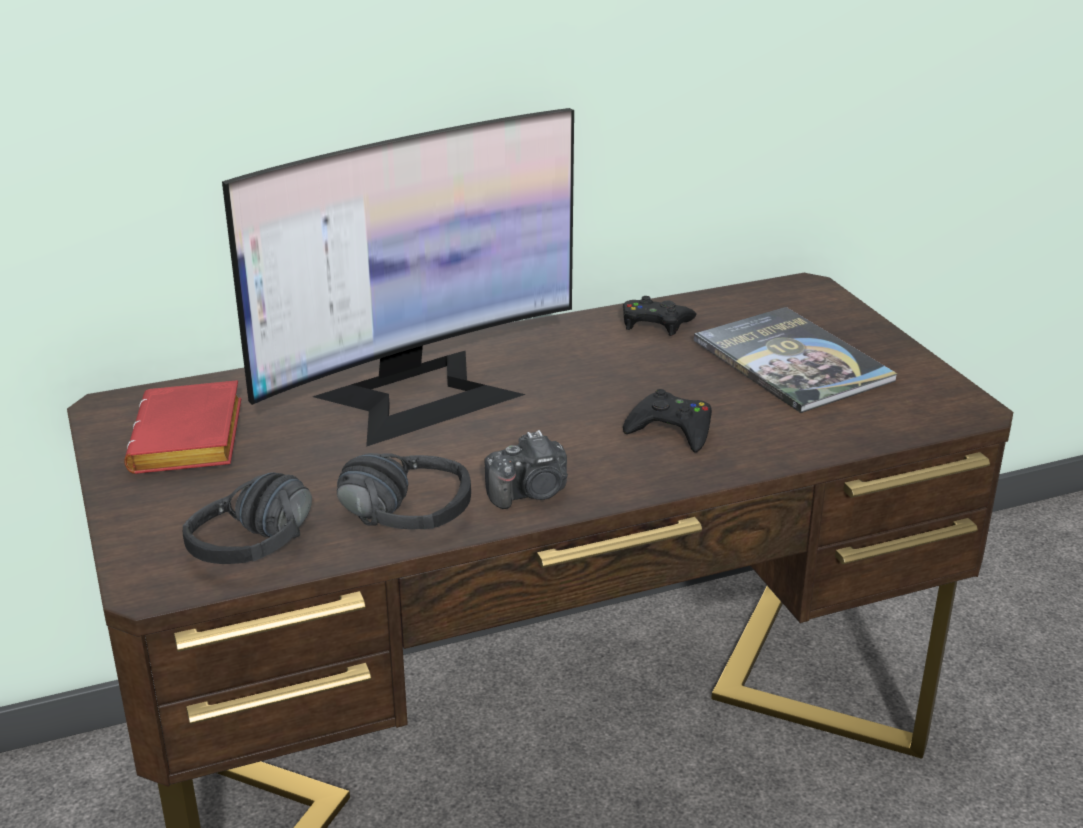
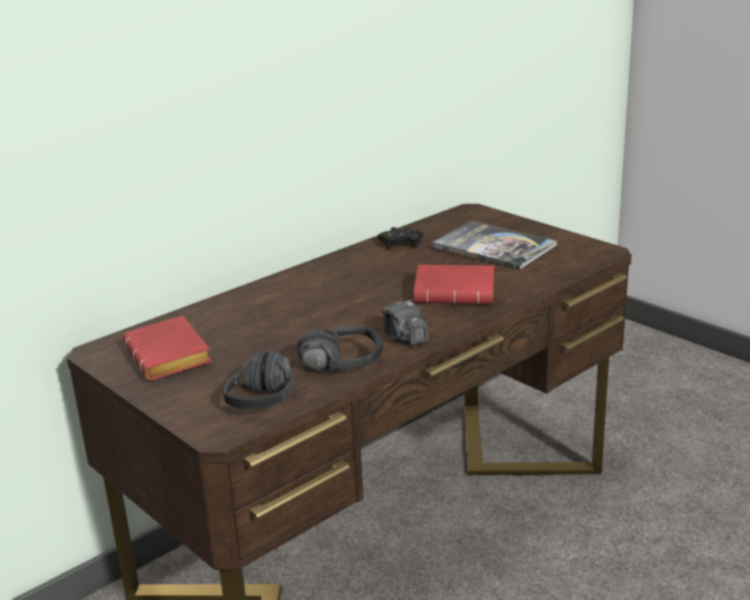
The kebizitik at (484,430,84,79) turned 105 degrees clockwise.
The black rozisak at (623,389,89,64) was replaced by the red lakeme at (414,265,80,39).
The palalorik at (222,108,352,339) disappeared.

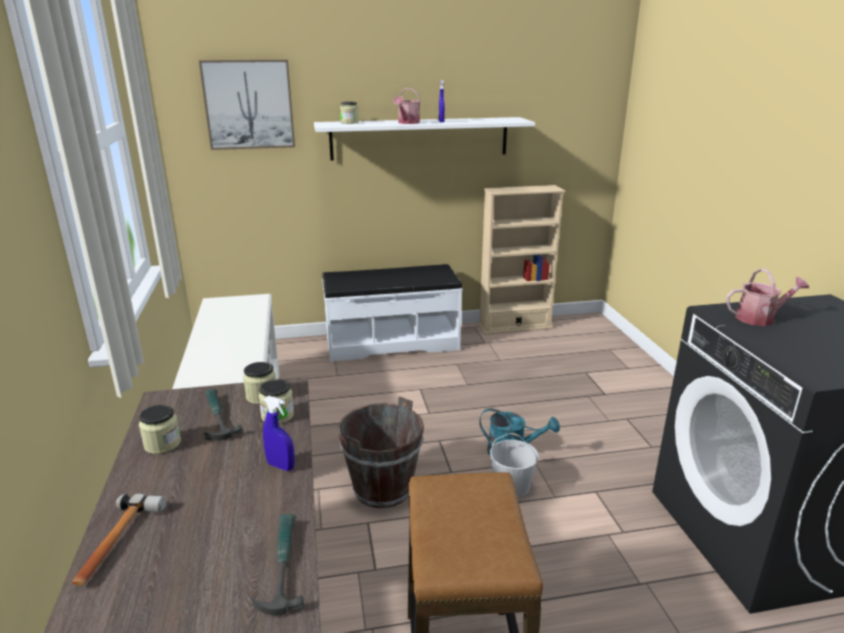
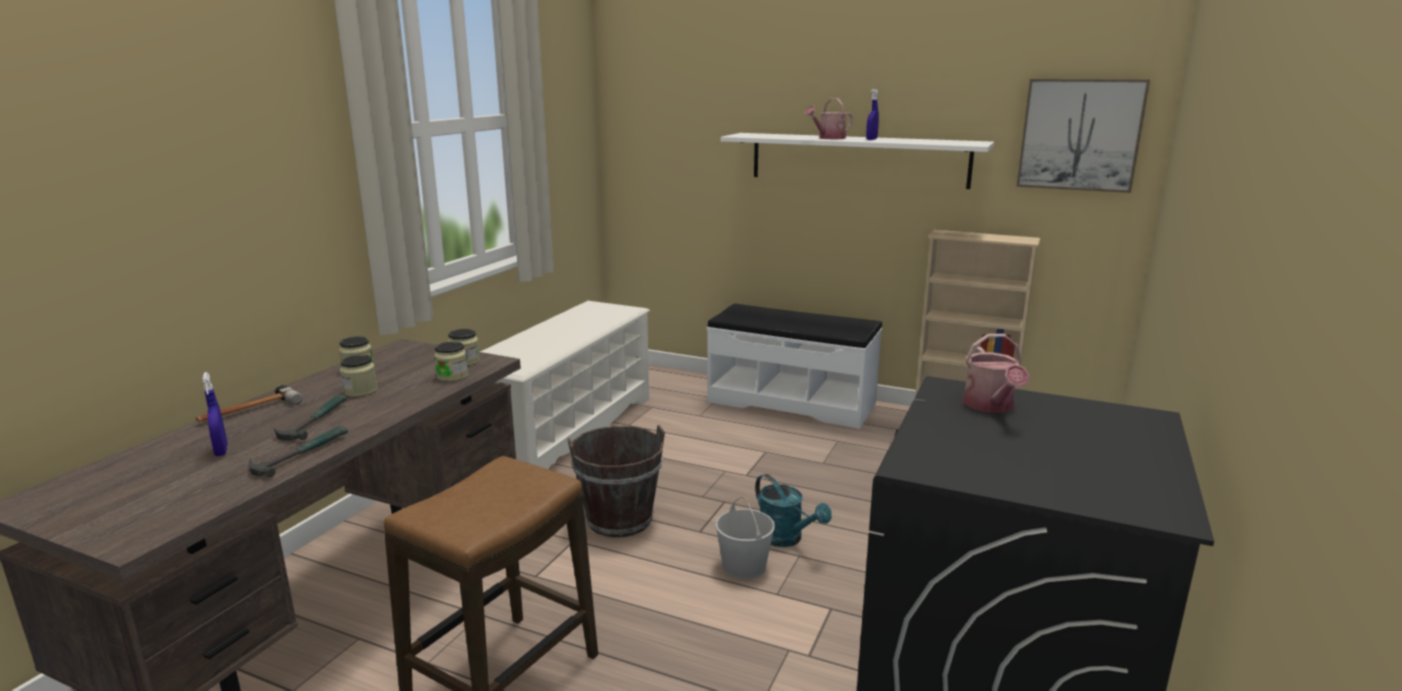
The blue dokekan moved from (263,396,32,75) to (202,372,26,84).
The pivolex moved from (204,389,39,52) to (274,395,73,46).
The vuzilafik moved from (340,102,19,22) to (340,355,38,42).
The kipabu at (726,268,83,58) turned 60 degrees clockwise.
The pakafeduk moved from (199,60,96,90) to (1016,79,134,114).

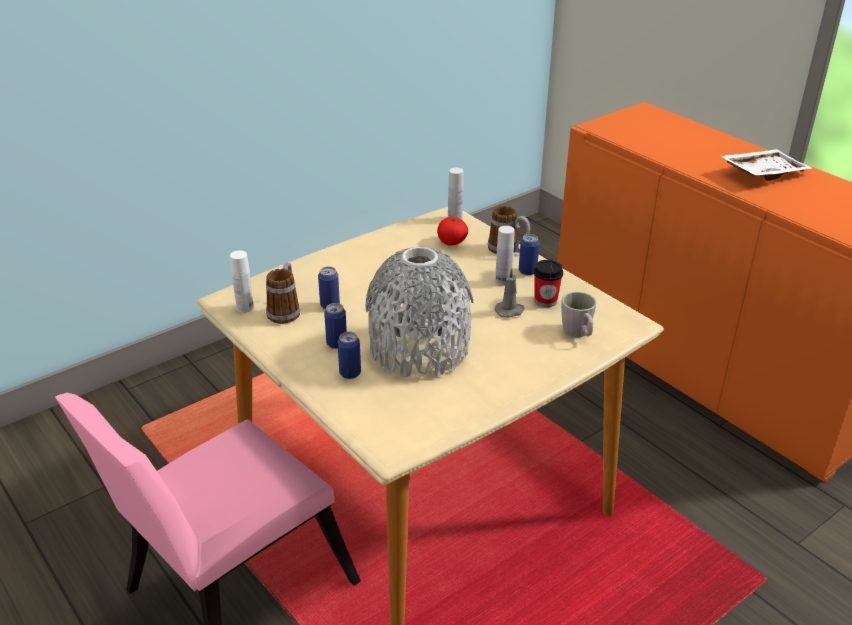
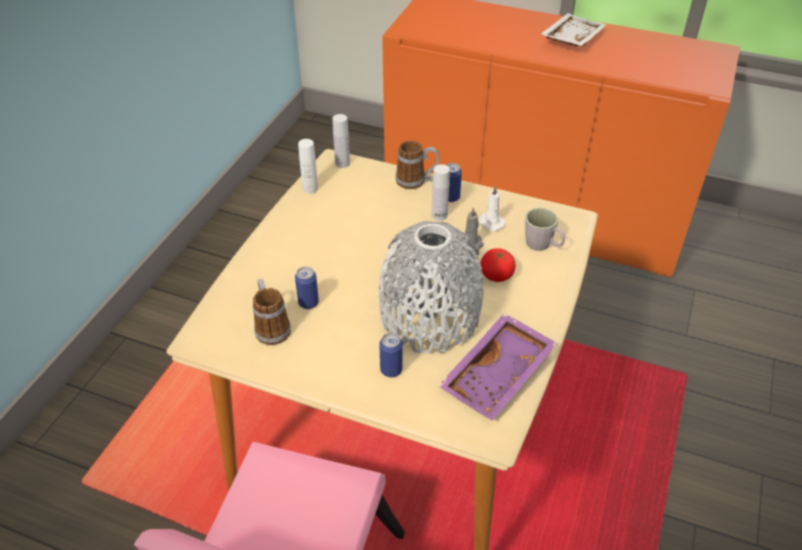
The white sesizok moved from (230,250,24,63) to (298,139,20,55).
The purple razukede at (438,313,120,108) appeared.
The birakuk at (534,260,29,47) was replaced by the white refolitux at (479,185,26,46).
The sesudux moved from (437,217,31,29) to (480,248,36,34).
The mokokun at (324,303,23,46) disappeared.

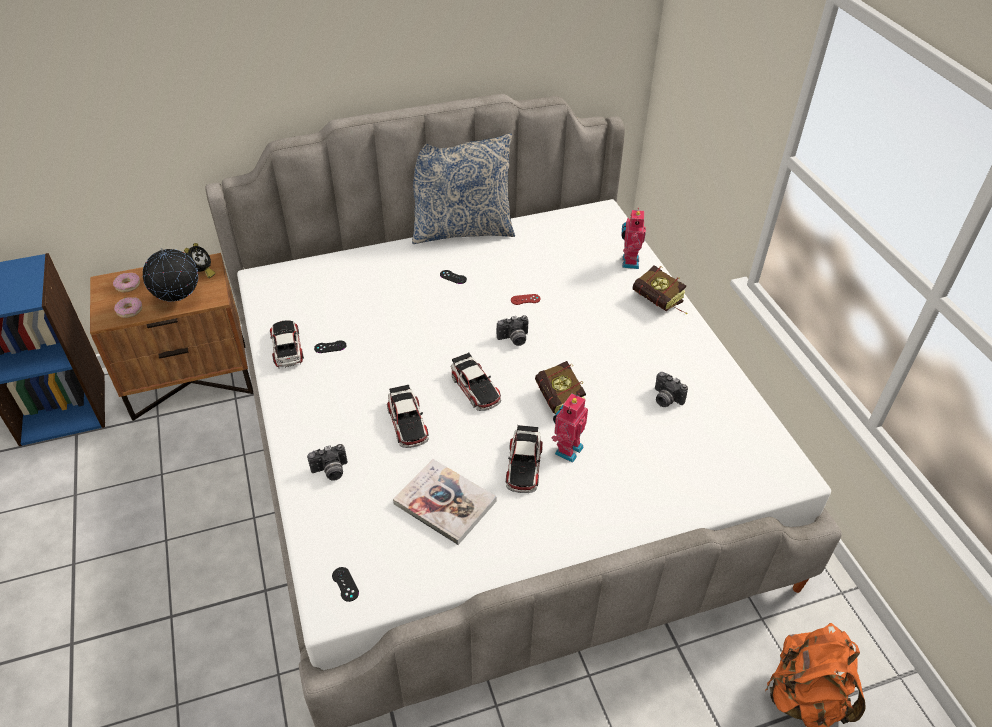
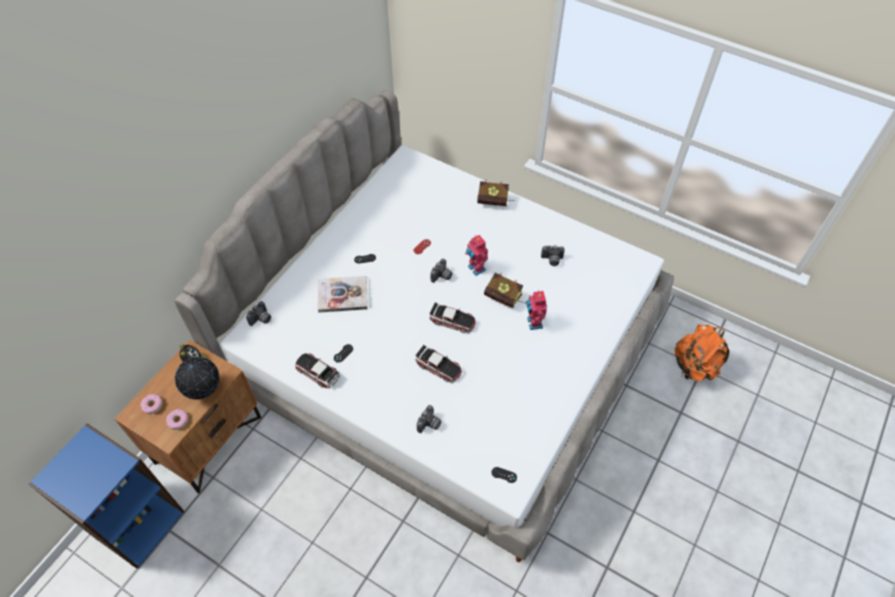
The kebizitik at (246,301,25,25) appeared.
The lakeme moved from (393,459,104,86) to (318,276,50,37).
The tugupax moved from (621,208,25,61) to (465,235,23,41).
The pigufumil at (412,133,103,111) disappeared.
The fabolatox at (506,425,37,68) disappeared.

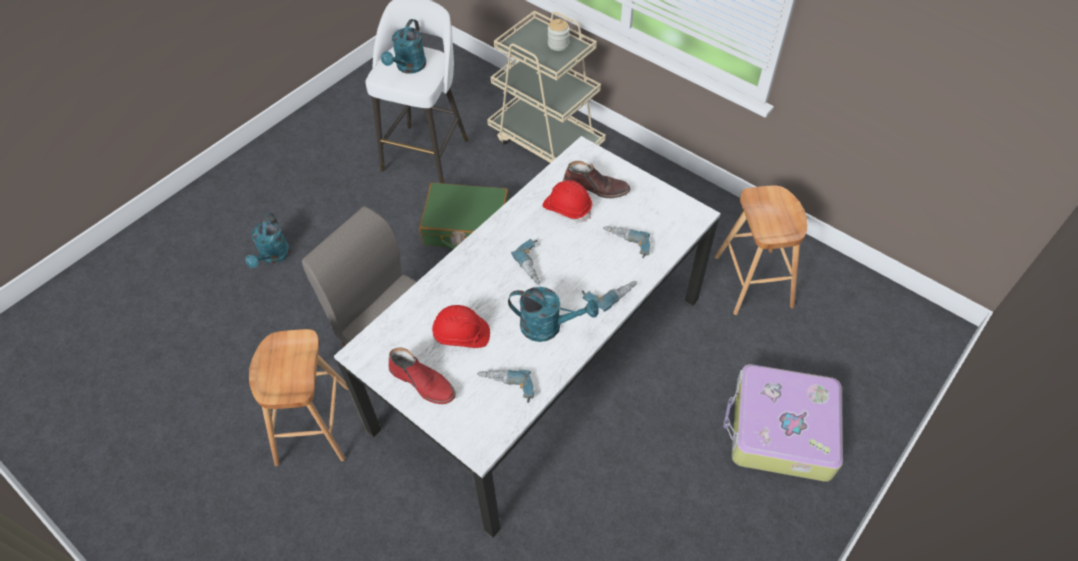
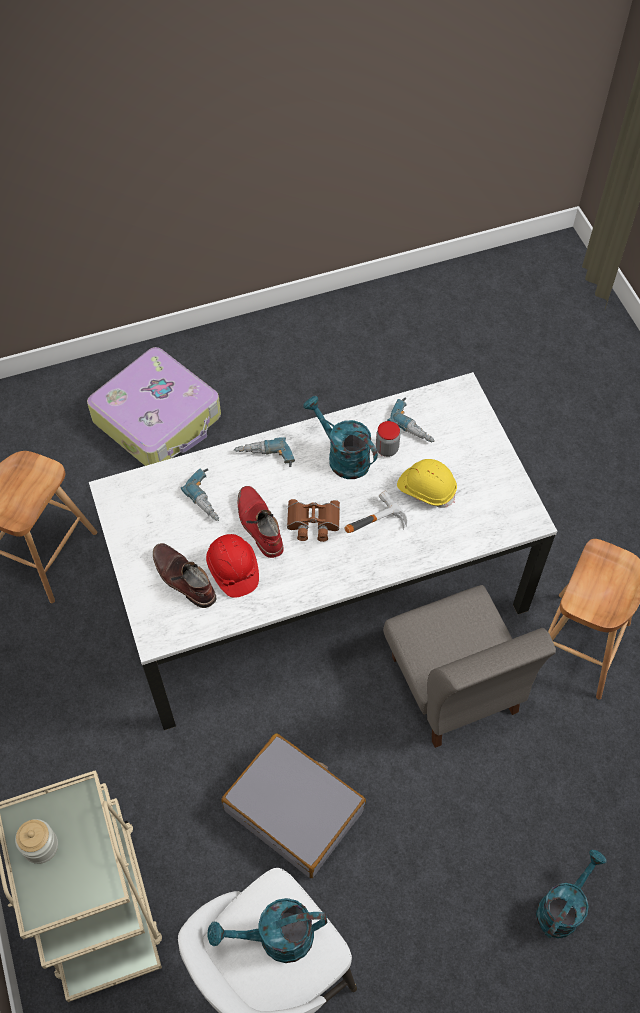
The turquoise kipabu at (381,19,45,55) turned 150 degrees counterclockwise.
The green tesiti at (419,182,90,68) became the grey tesiti at (221,733,145,145).
The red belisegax moved from (389,347,67,57) to (238,486,46,72).
The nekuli at (511,239,29,46) was replaced by the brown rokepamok at (287,499,53,43).
The pivolex at (344,491,64,42) appeared.
The vuzilafik at (376,421,24,36) appeared.
The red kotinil at (432,305,58,43) became the yellow kotinil at (397,459,60,49).

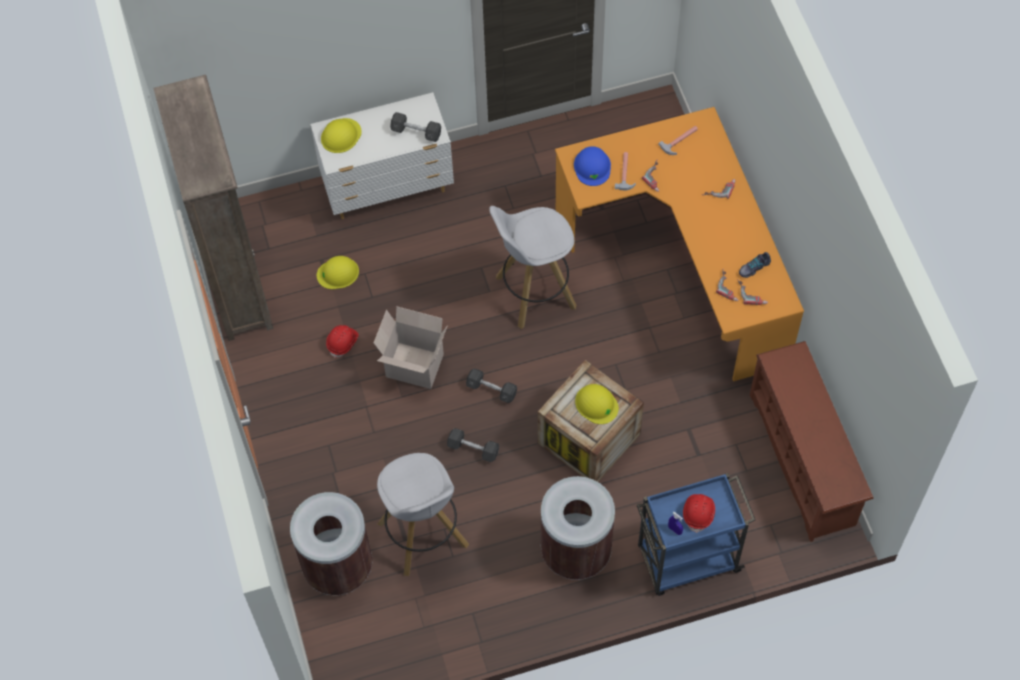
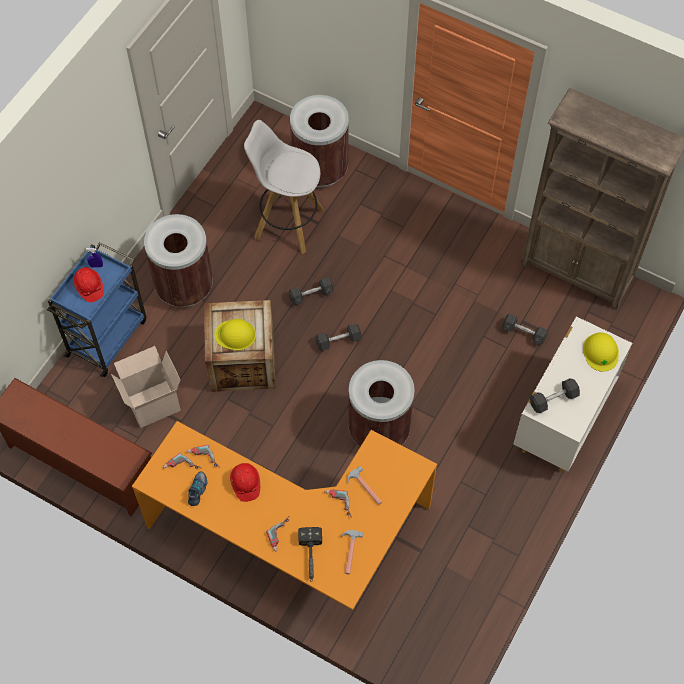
The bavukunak moved from (374,307,73,82) to (111,346,70,82).
The red kotinil moved from (326,325,33,33) to (230,463,30,39).
The pivolex at (298,527,24,55) appeared.
The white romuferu at (489,206,87,123) was replaced by the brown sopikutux at (348,360,67,87).
The yellow kotinil at (317,256,42,33) was replaced by the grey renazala at (502,314,46,31).
The blue kotinil at (574,146,37,40) disappeared.

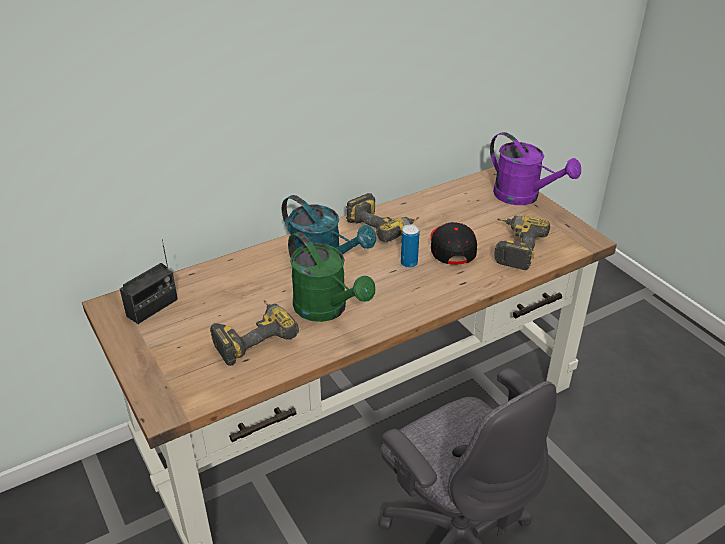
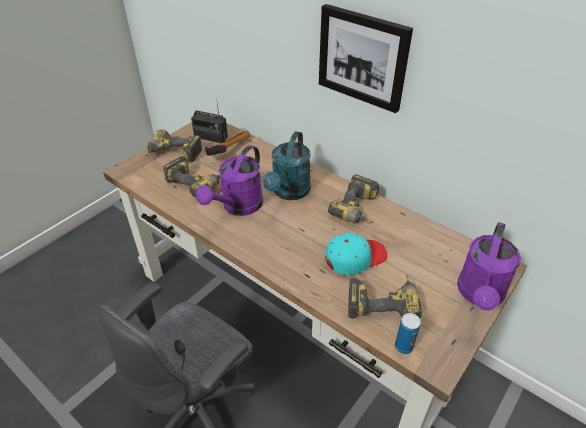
The nekuli at (146,129,56,34) appeared.
The green kipabu at (288,232,87,90) became the purple kipabu at (196,145,67,71).
The pivolex at (205,131,45,25) appeared.
The pakafeduk at (319,4,94,109) appeared.
The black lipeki at (431,222,46,43) became the turquoise lipeki at (325,233,62,42).
The mokokun moved from (401,224,19,44) to (395,313,26,41).

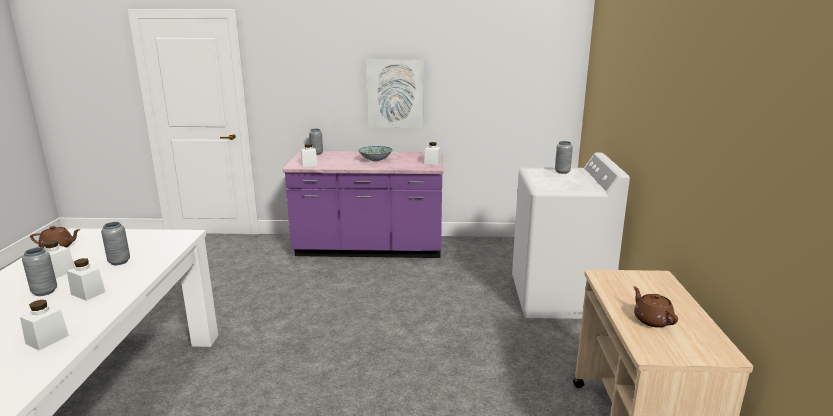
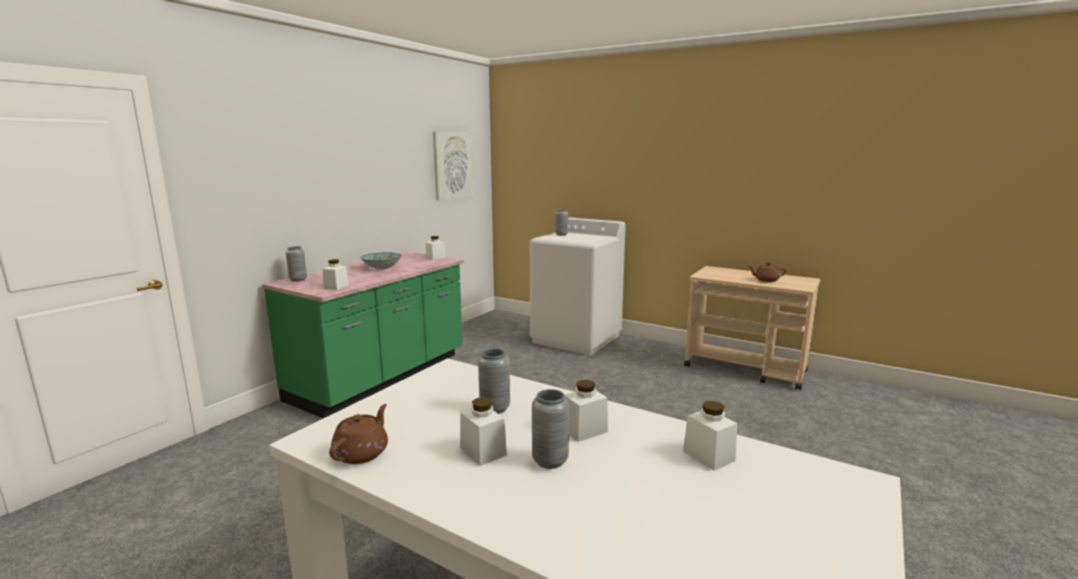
The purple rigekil at (283,151,160,107) became the green rigekil at (262,252,202,166).
The pakafeduk moved from (366,59,58,69) to (433,132,40,68).

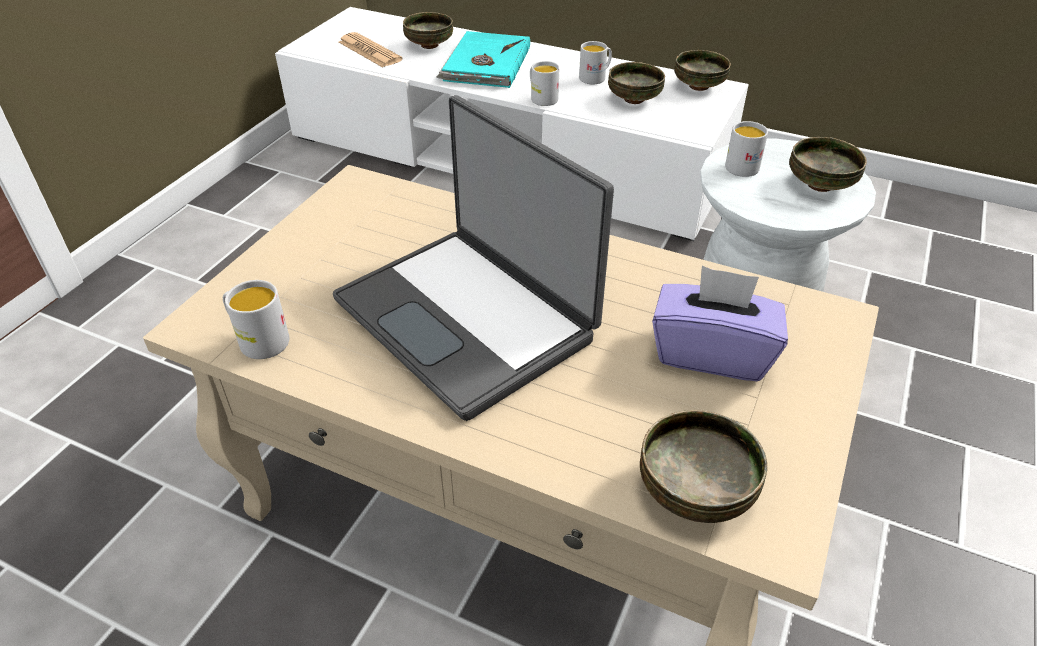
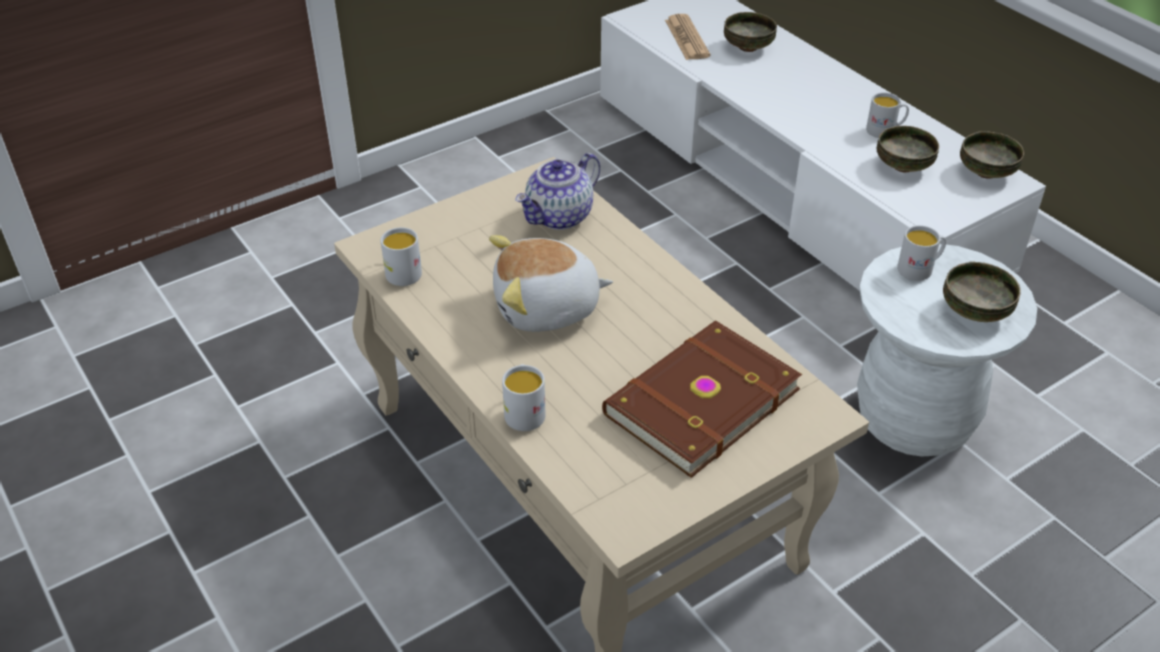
The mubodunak at (333,95,281,326) was replaced by the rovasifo at (489,235,124,97).
The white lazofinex moved from (530,61,29,45) to (502,364,44,67).
The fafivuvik at (515,153,85,77) appeared.
The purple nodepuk at (652,266,136,115) was replaced by the brown lakeme at (602,321,200,157).
The turquoise lakeme at (436,31,94,57) disappeared.
The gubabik at (640,410,127,113) disappeared.

